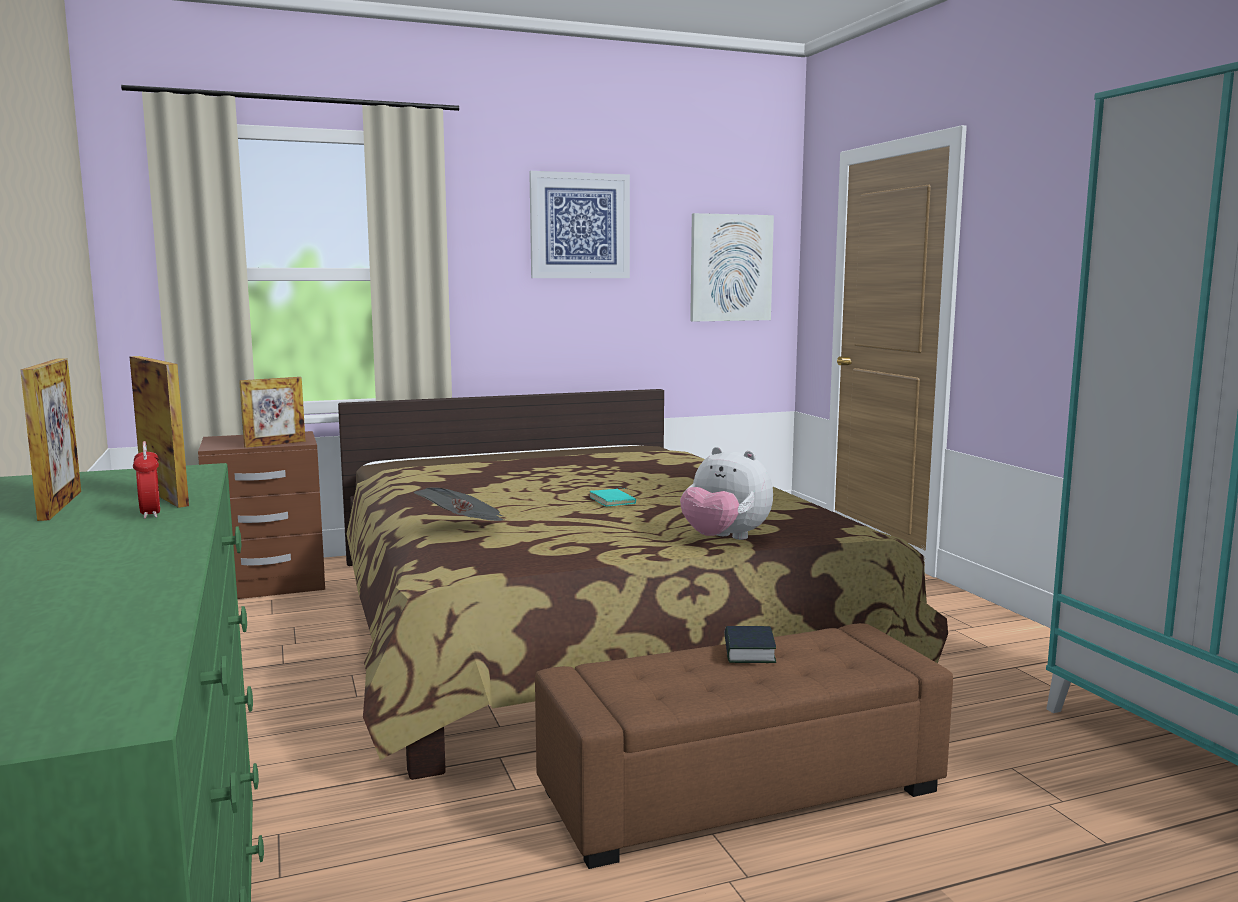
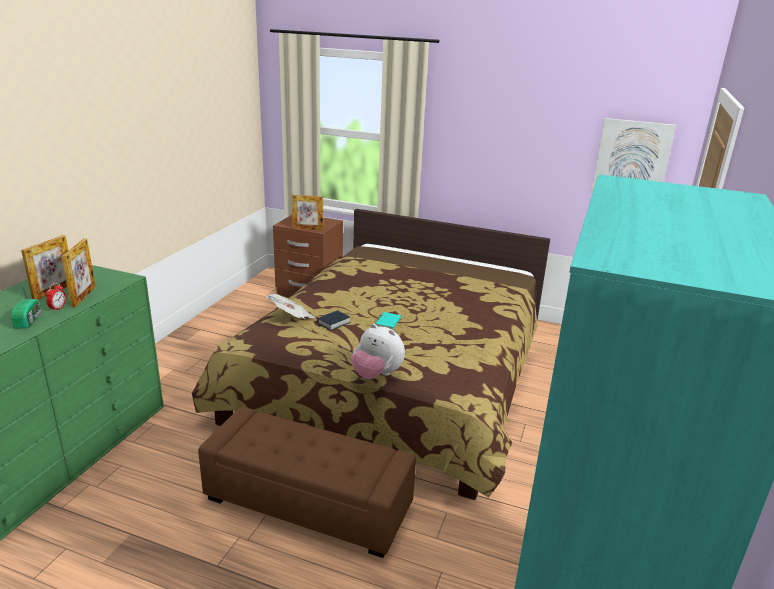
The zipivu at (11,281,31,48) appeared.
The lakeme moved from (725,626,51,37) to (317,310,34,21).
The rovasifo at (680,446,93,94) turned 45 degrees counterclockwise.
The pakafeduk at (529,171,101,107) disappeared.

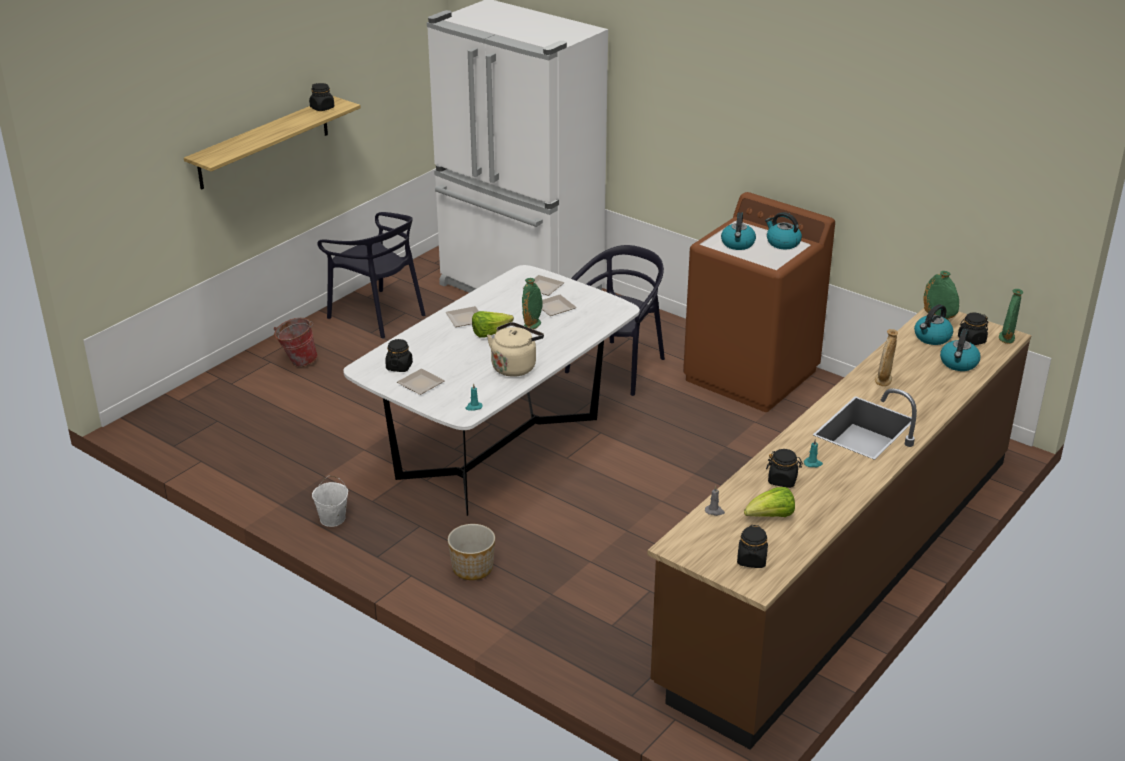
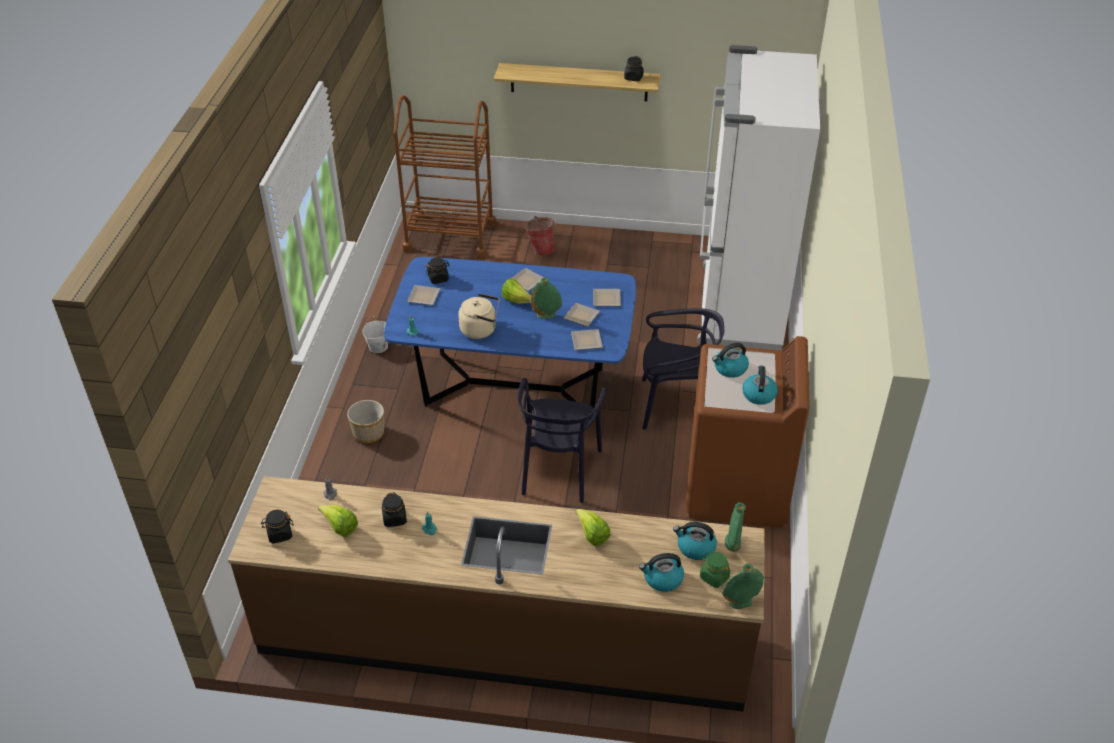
The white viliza at (343,265,297,251) became the blue viliza at (384,257,252,163).
The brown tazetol at (393,95,103,164) appeared.
The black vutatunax moved from (317,212,108,126) to (518,378,89,125).
The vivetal at (571,329,32,21) appeared.
The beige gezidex at (875,329,23,57) was replaced by the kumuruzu at (575,509,36,37).
The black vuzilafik at (958,313,31,32) became the green vuzilafik at (700,552,30,36).

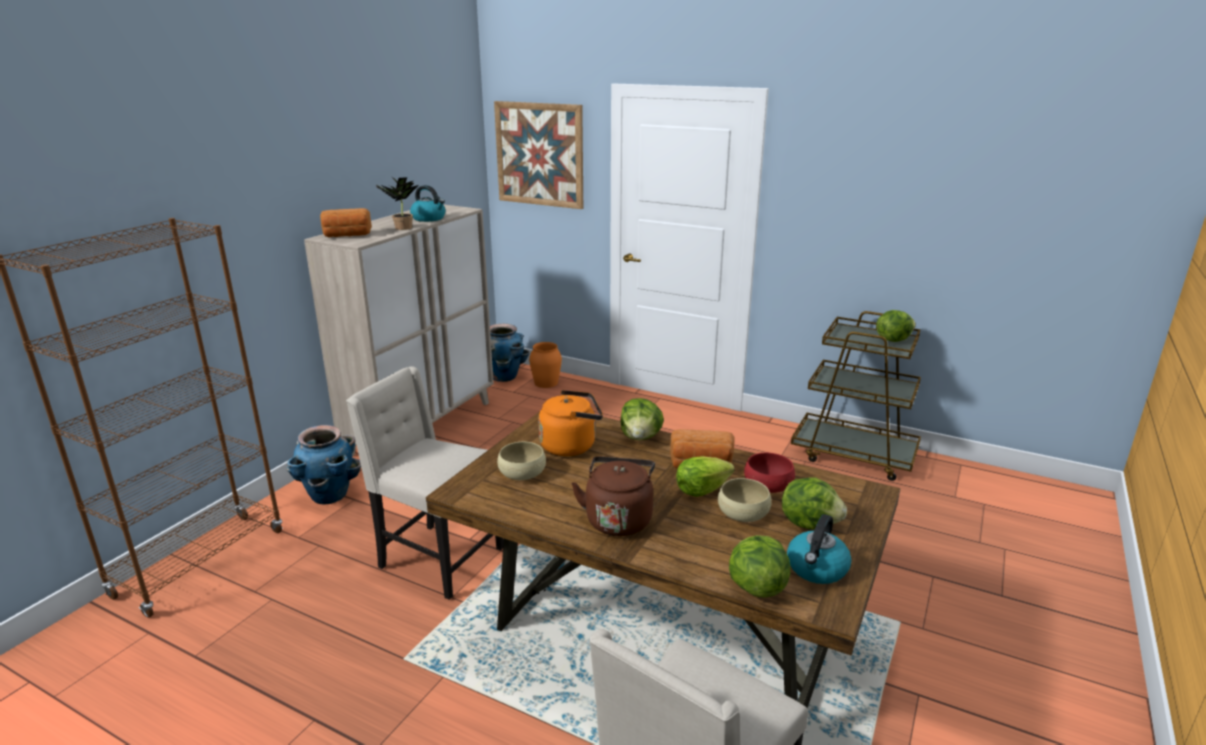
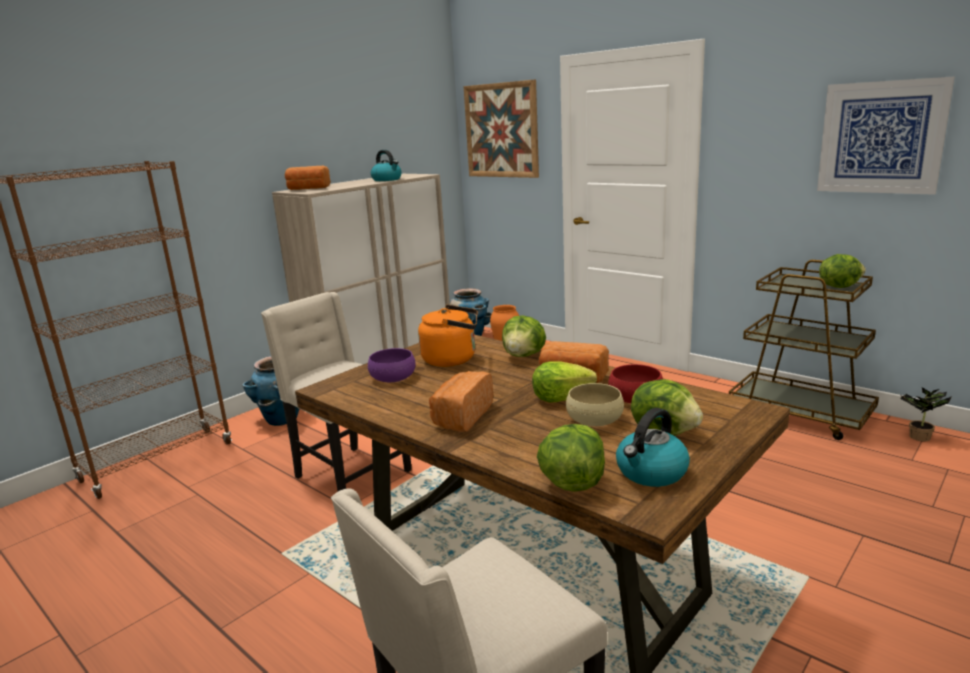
The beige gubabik at (497,442,49,38) became the purple gubabik at (368,348,48,34).
The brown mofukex at (571,456,84,80) was replaced by the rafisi at (429,371,64,61).
The pakafeduk at (817,77,138,118) appeared.
The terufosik moved from (376,177,43,53) to (899,388,52,54).

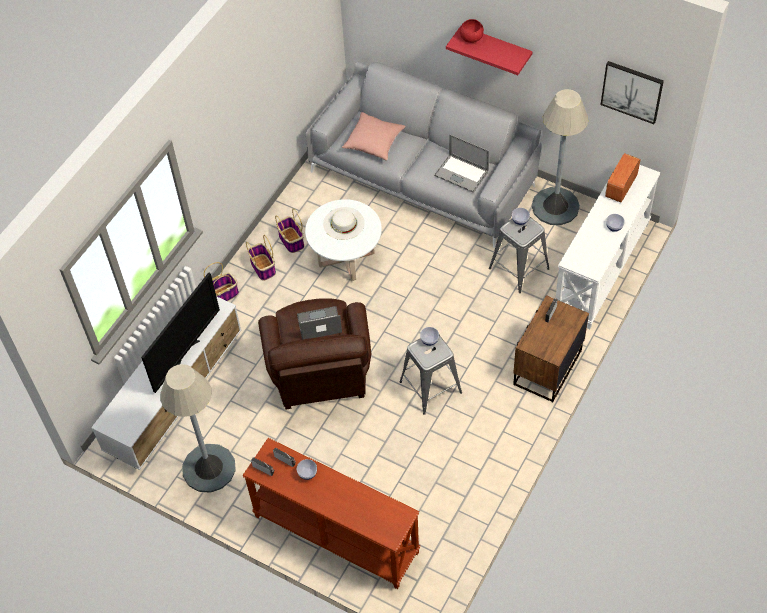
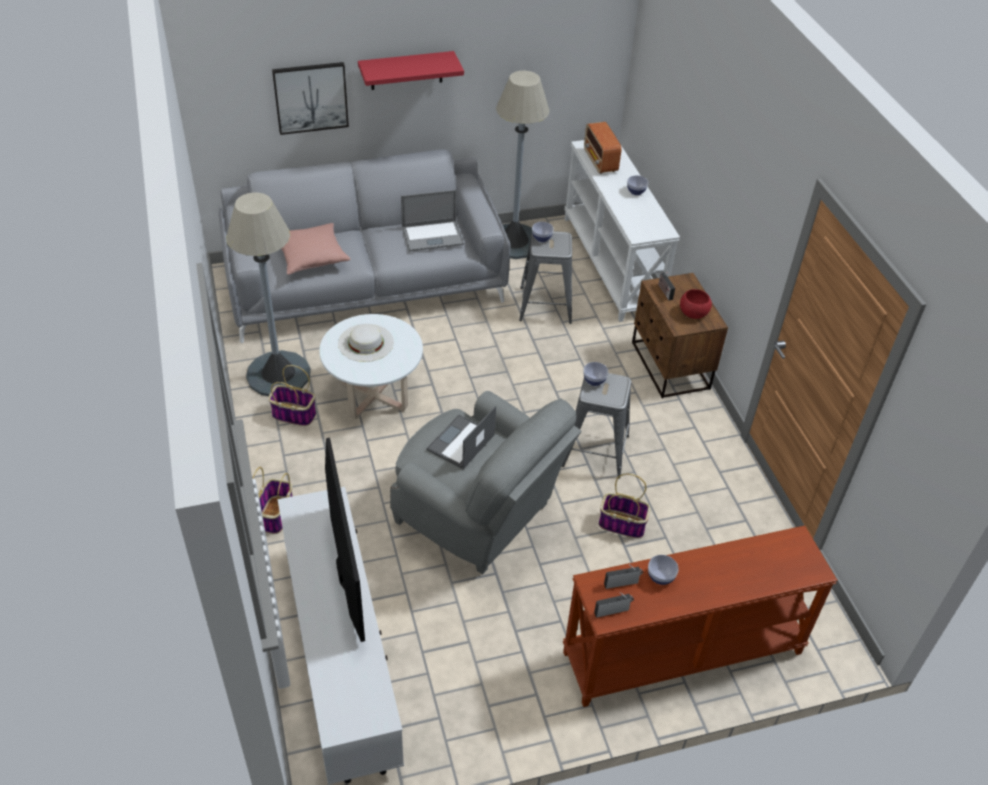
The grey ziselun moved from (160,364,76,129) to (226,192,85,204).
The pakafeduk moved from (601,61,63,63) to (272,62,77,73).
The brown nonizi at (258,298,113,111) became the grey nonizi at (390,391,192,183).
The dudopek moved from (246,235,30,46) to (599,474,51,64).
The red gubabik moved from (460,19,24,24) to (680,289,32,30).

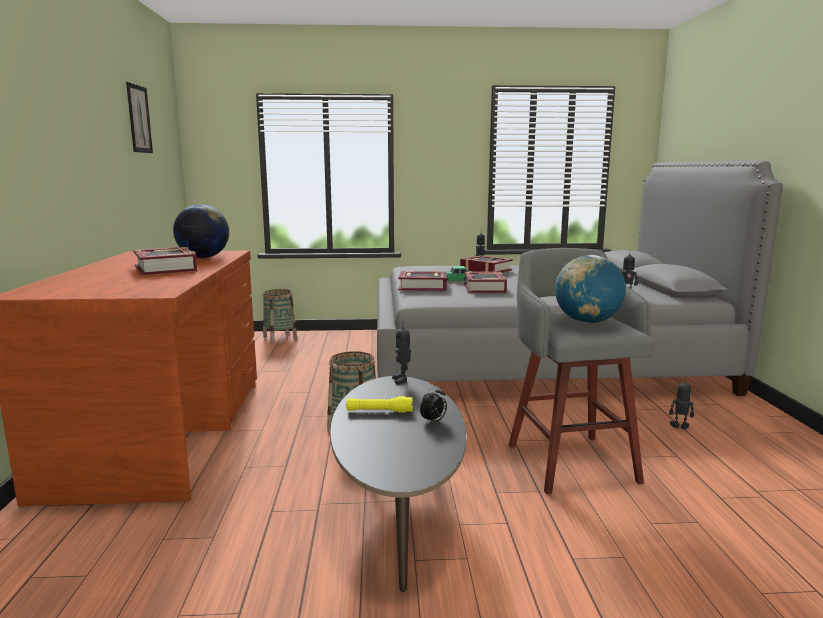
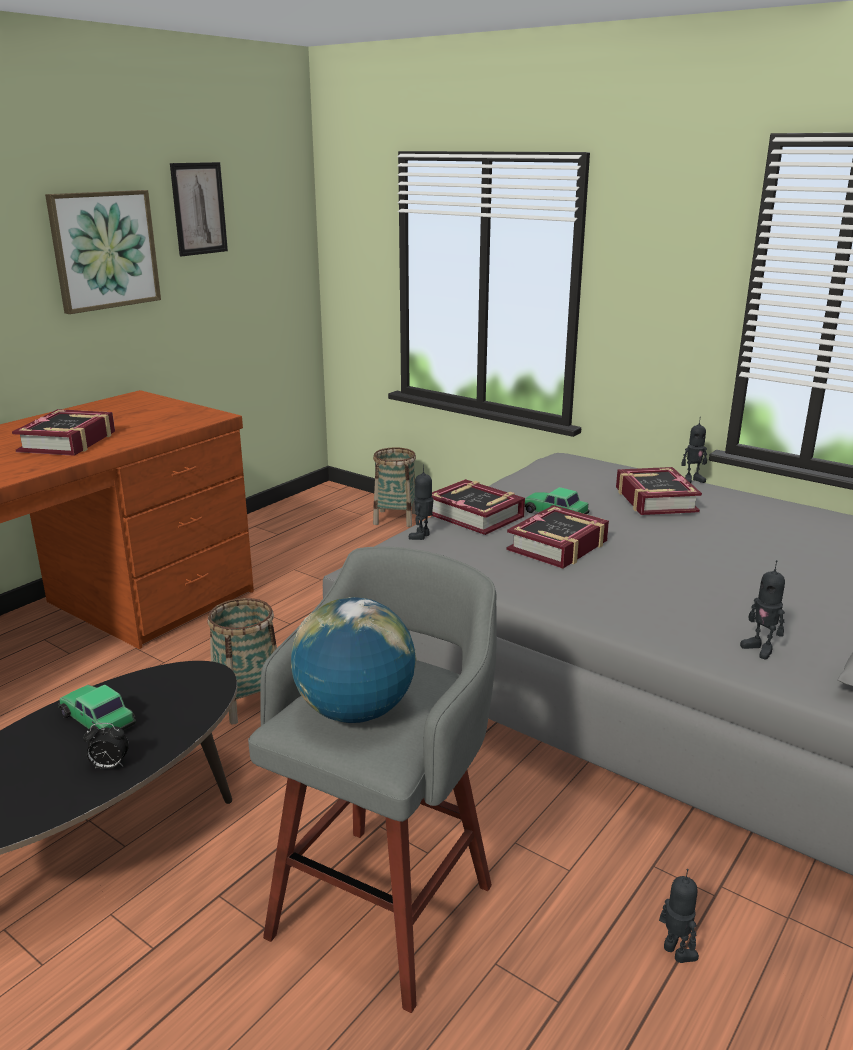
The pakafeduk at (45,190,116,124) appeared.
The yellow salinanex at (346,396,67,17) was replaced by the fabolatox at (58,685,78,45).
The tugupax moved from (392,321,19,63) to (409,464,24,76).
The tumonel at (173,204,56,54) disappeared.

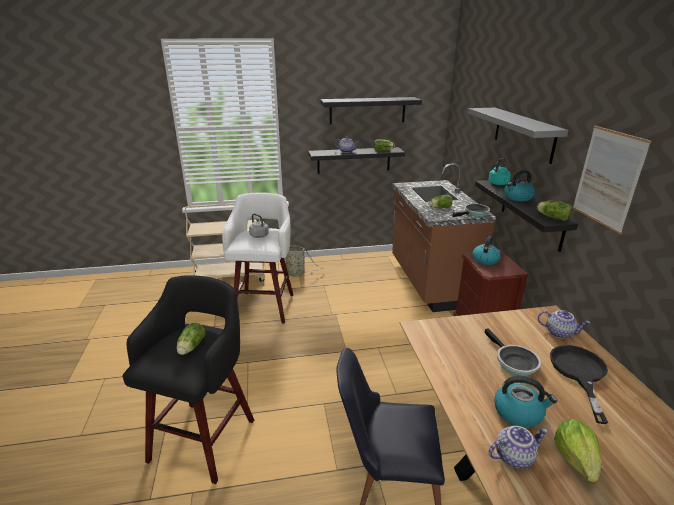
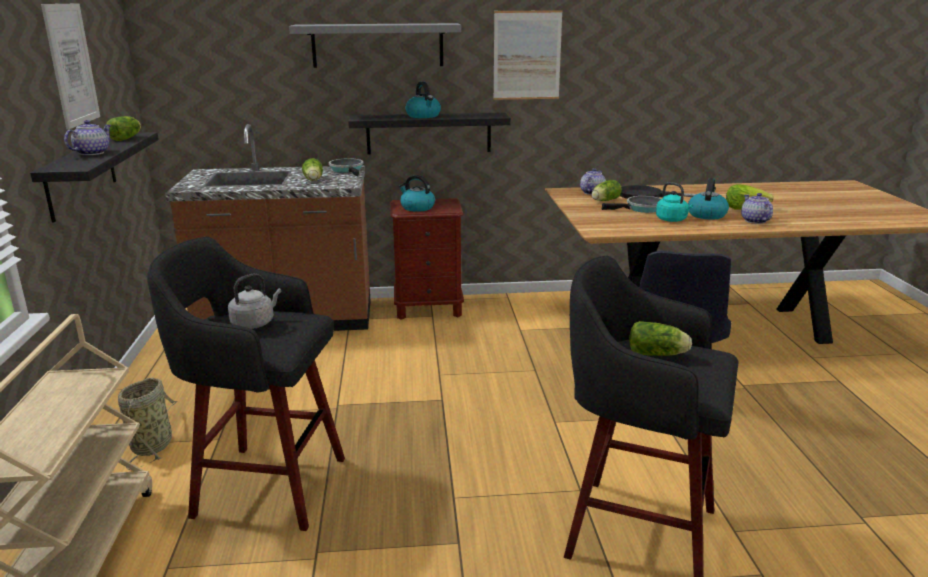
The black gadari at (320,97,102,28) was replaced by the pakafeduk at (41,4,59,125).
The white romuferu at (222,192,71,132) became the black romuferu at (147,237,198,294).
The kumuruzu moved from (537,200,35,21) to (591,180,31,21).
The turquoise mofukex moved from (489,158,22,27) to (656,182,37,40).

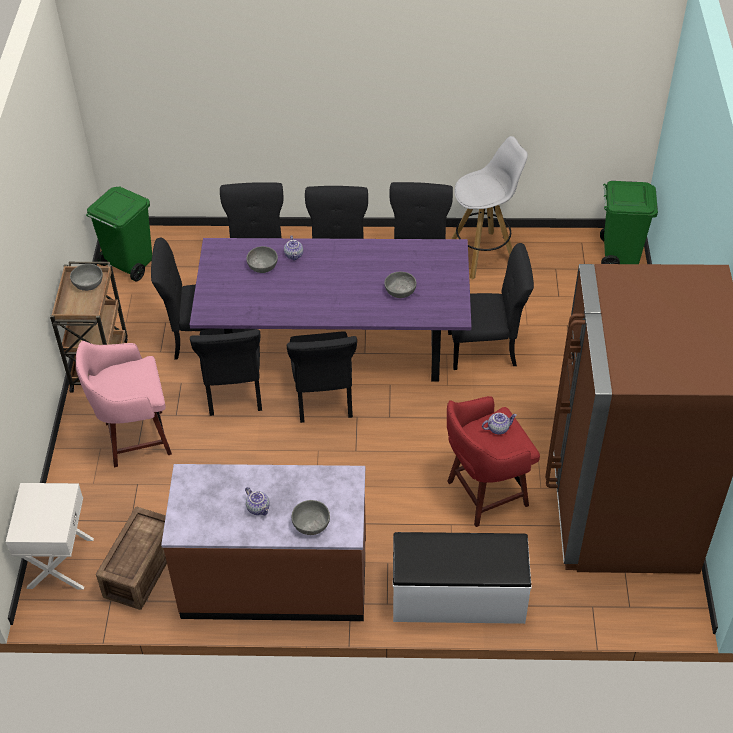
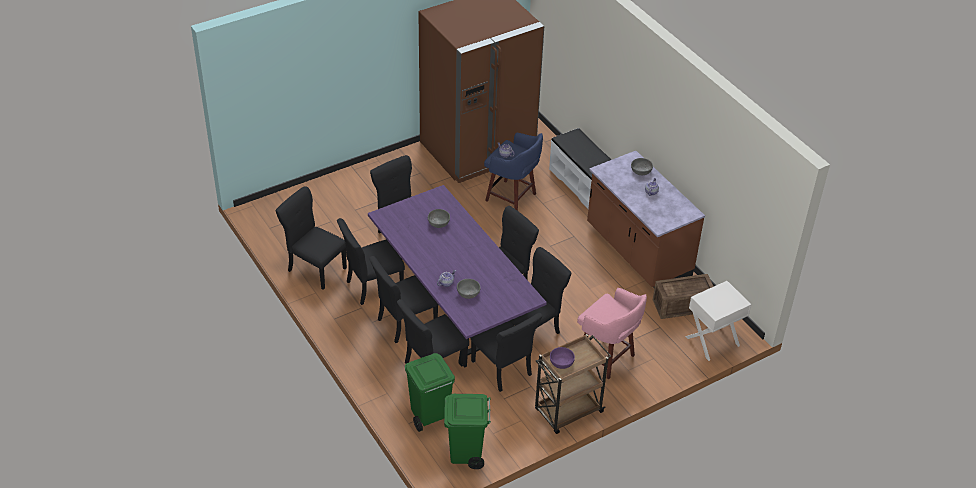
The white romuferu at (451,136,77,144) was replaced by the black vutatunax at (276,186,71,104).
The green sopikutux moved from (600,181,58,83) to (405,353,50,79).
The red romuferu at (447,396,93,131) became the blue romuferu at (484,133,59,78).
The grey gubabik at (70,264,33,27) became the purple gubabik at (550,347,25,22).

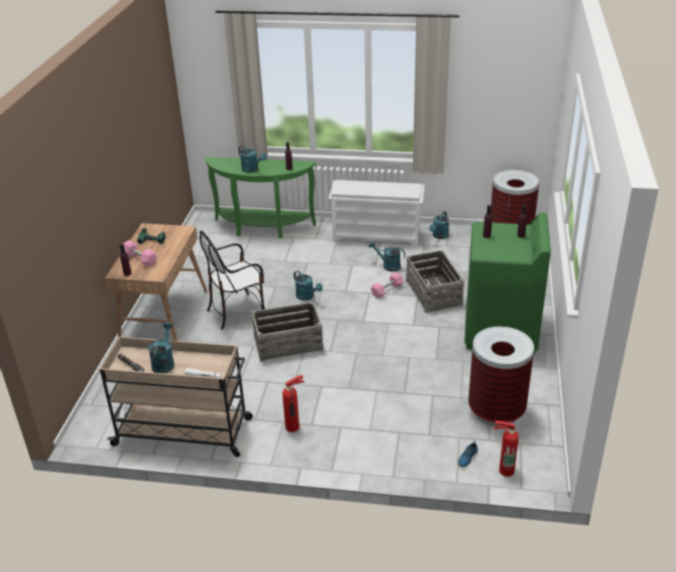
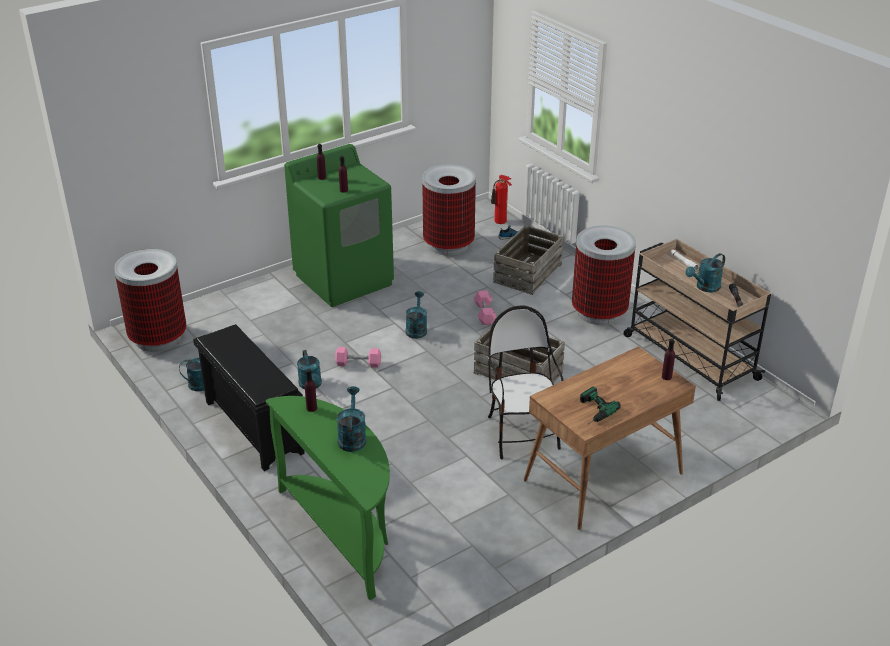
The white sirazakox at (328,180,97,66) became the black sirazakox at (193,324,112,147).
The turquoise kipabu moved from (294,271,29,29) to (406,291,21,48).
The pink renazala moved from (123,240,34,27) to (474,291,23,34).
The vutatunax at (200,230,65,99) turned 120 degrees counterclockwise.
The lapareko moved from (406,250,58,63) to (493,225,71,70).
The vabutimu at (282,375,22,57) was replaced by the sopikutux at (572,225,64,100).

